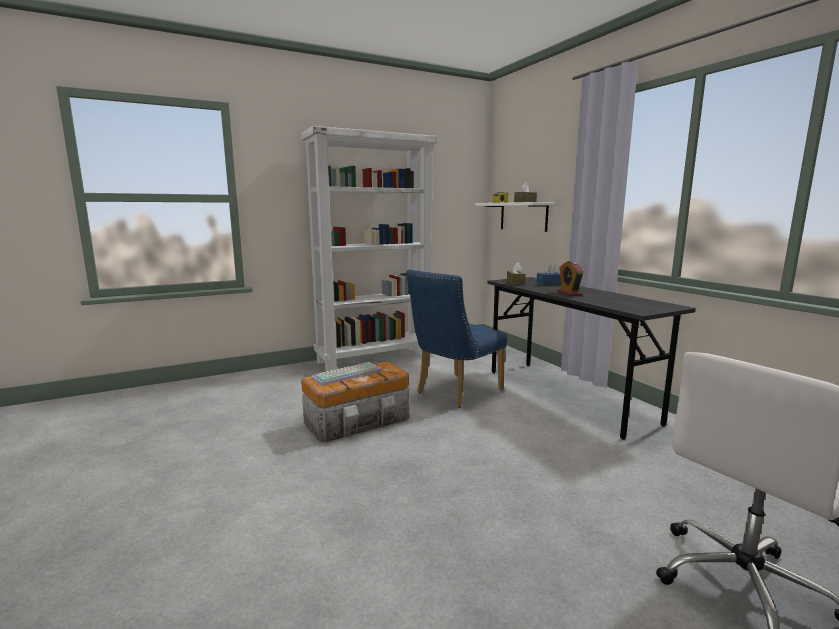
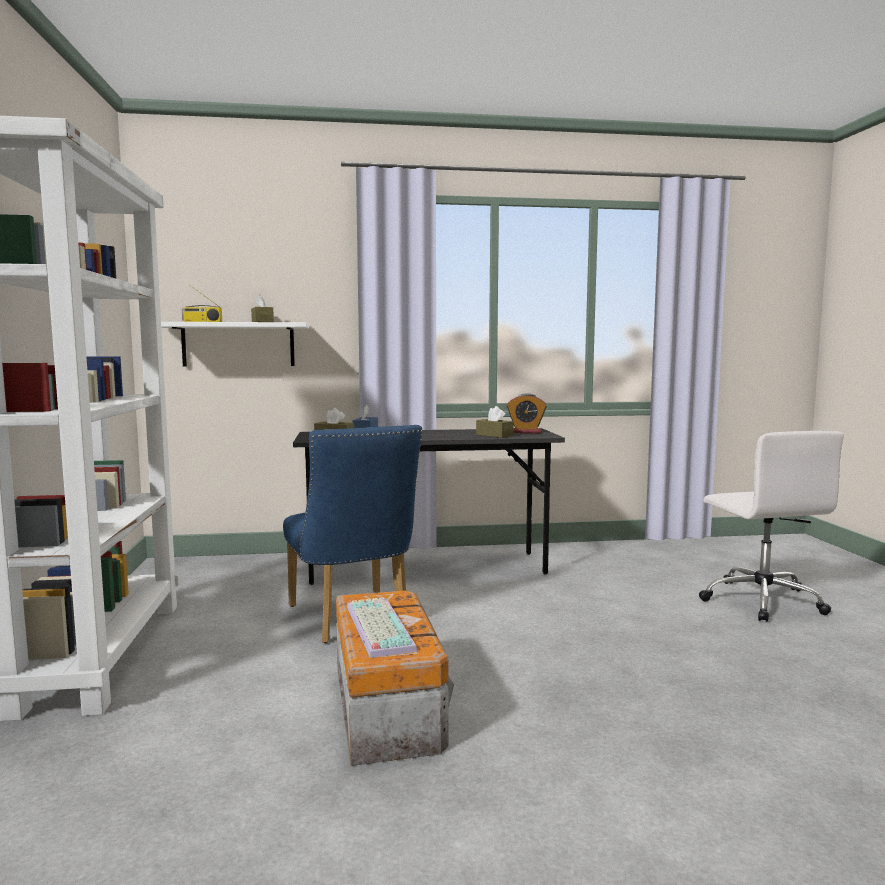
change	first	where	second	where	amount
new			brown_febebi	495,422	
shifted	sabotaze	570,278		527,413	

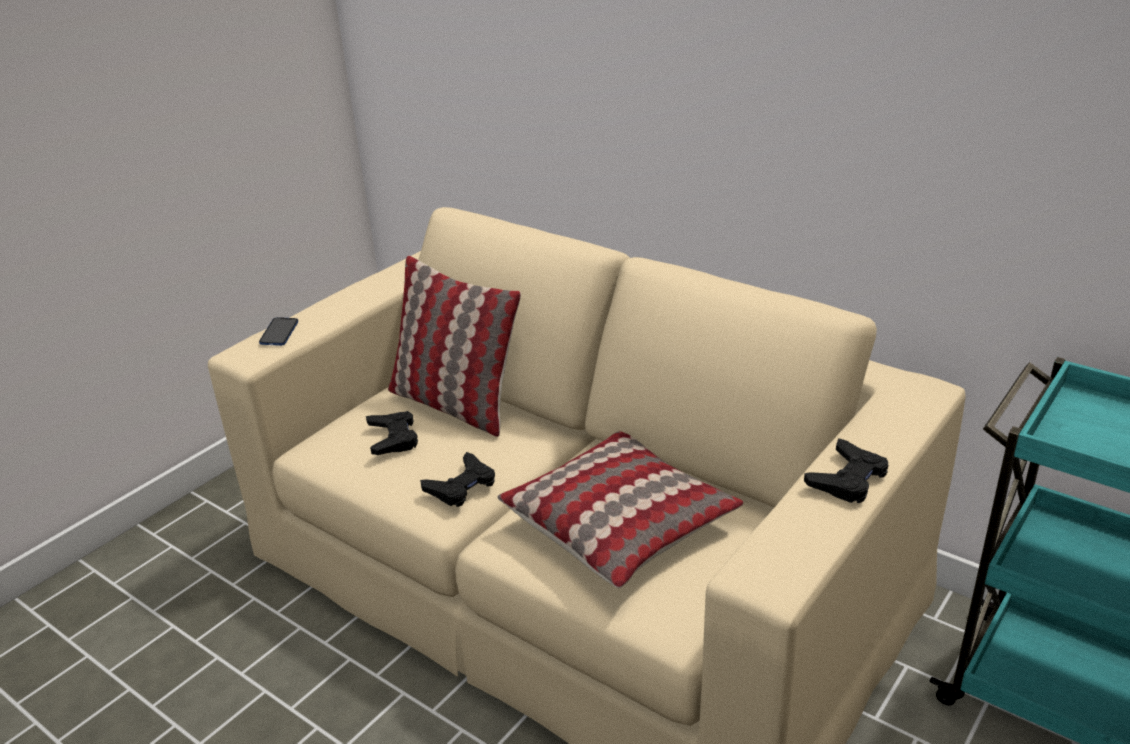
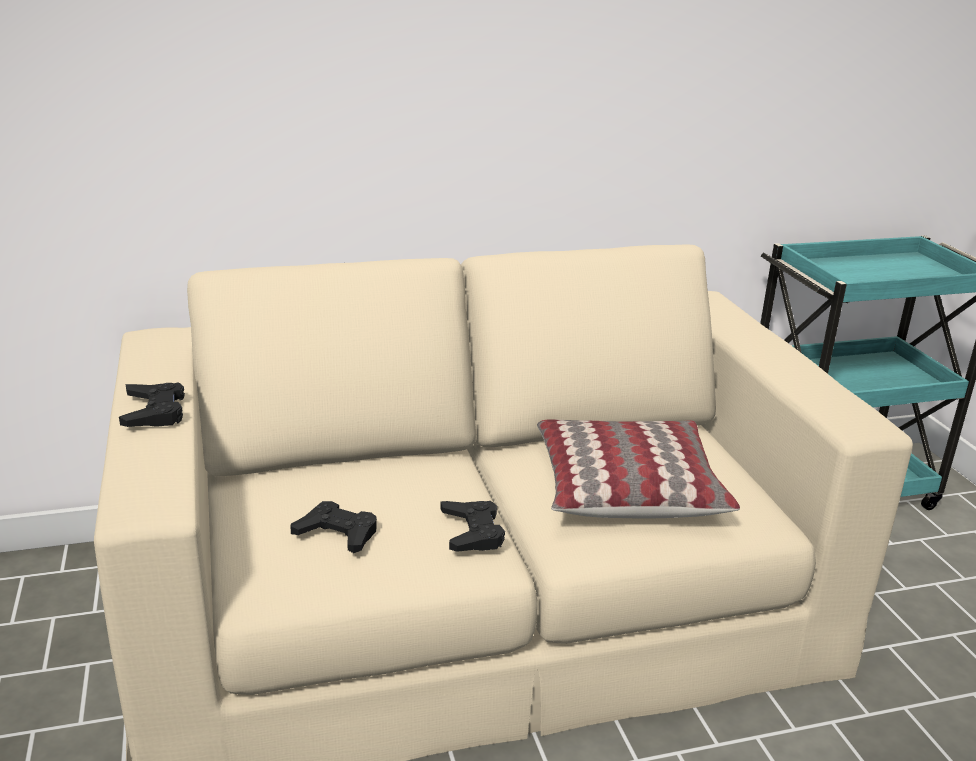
change	first	where	second	where	amount
shifted	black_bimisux	846,470		152,404	
gone	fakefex	278,331			
gone	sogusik	454,346			

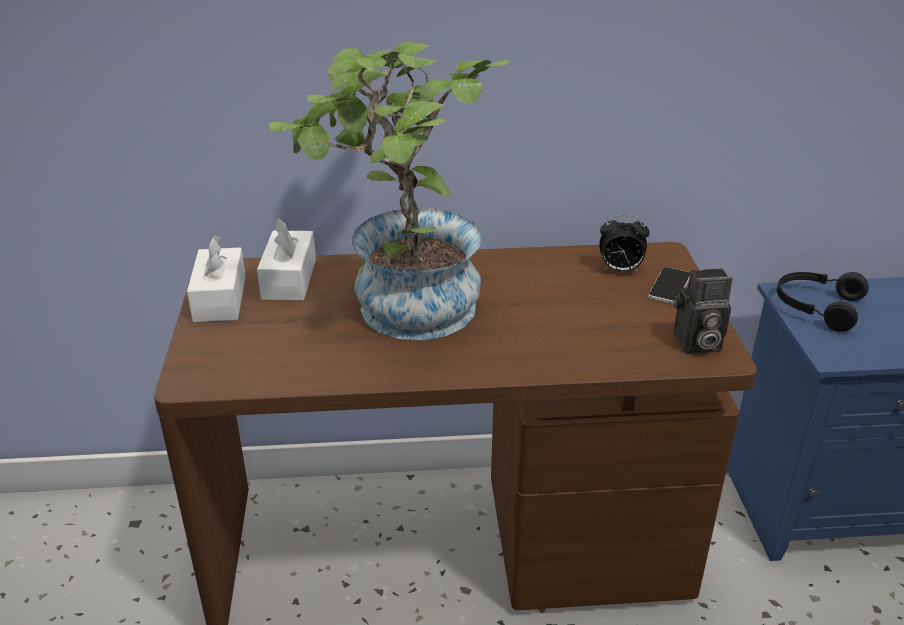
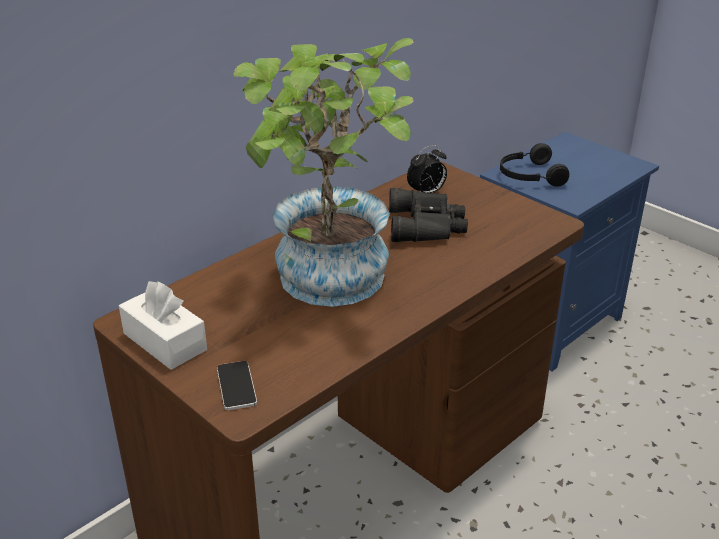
change	first	where	second	where	amount
shifted	fakefex	669,285		237,385	
new			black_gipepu	428,215	
gone	white_febebi	286,259			
gone	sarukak	703,311			

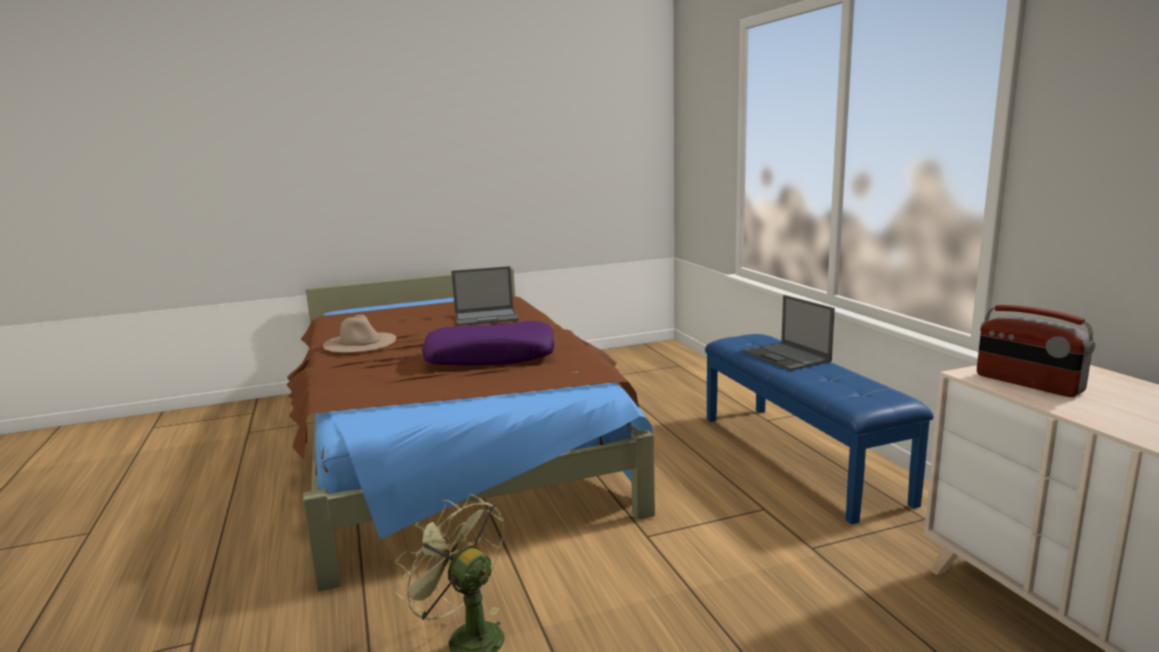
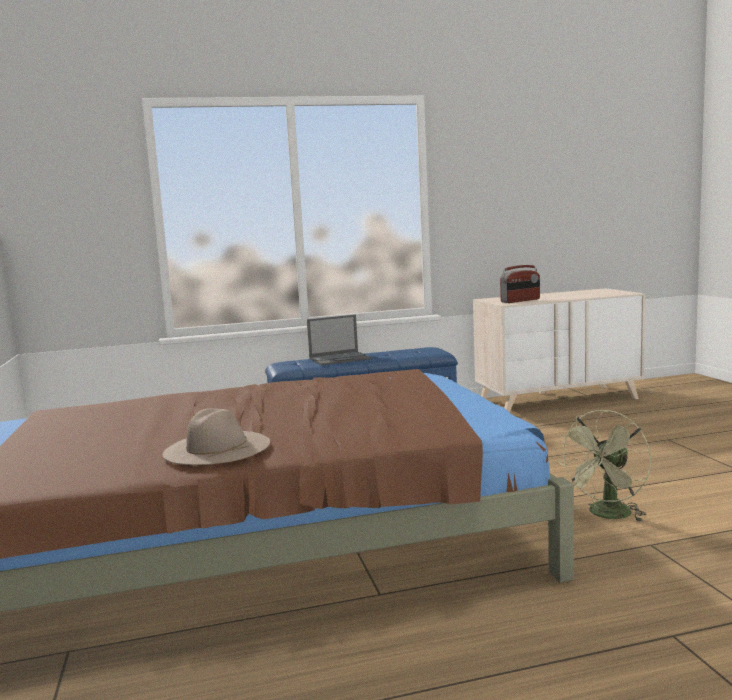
change	first	where	second	where	amount
gone	purple_sogusik	488,343			
gone	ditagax	485,296			

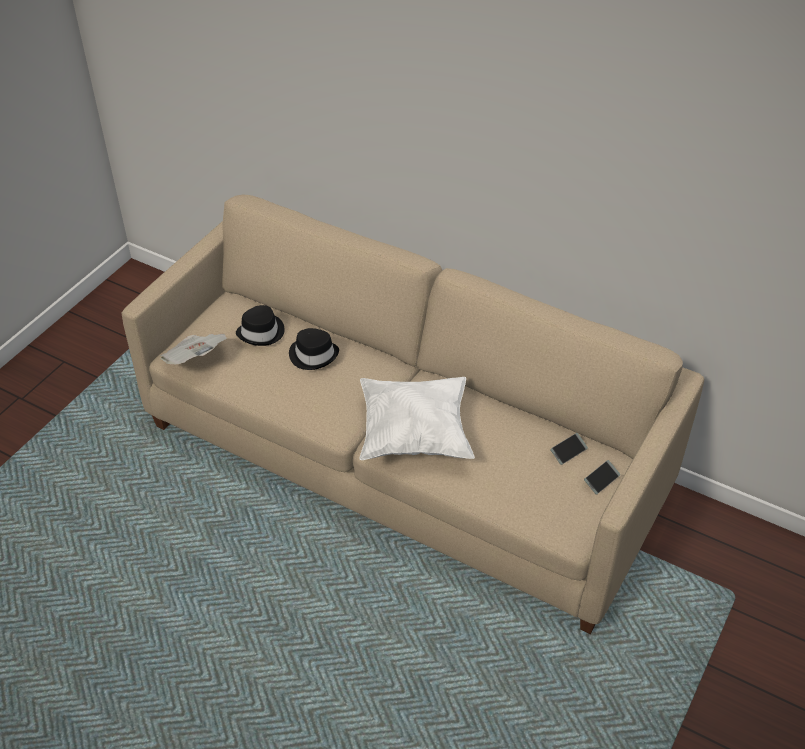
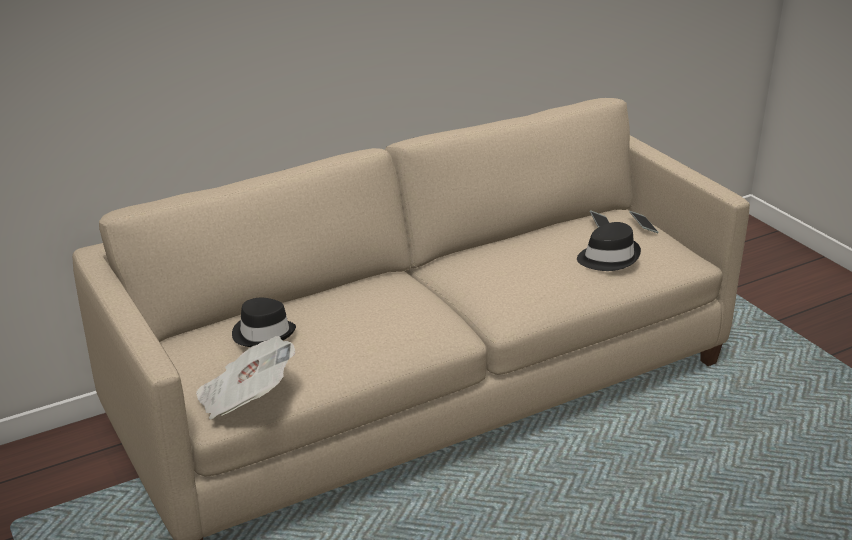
change	first	where	second	where	amount
shifted	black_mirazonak	314,349		609,246	
gone	white_sogusik	417,418			

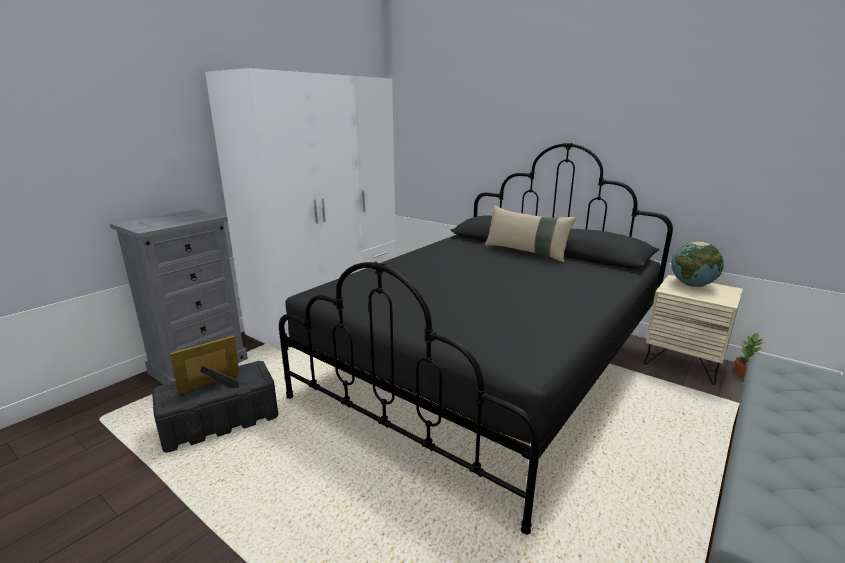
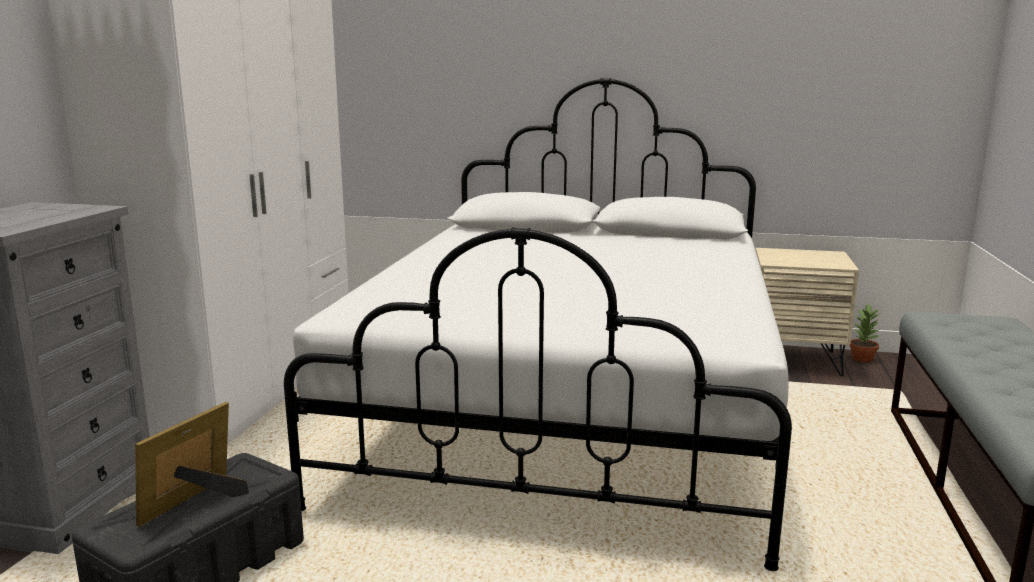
change	first	where	second	where	amount
repainted	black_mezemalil	476,338	white_mezemalil	538,324	
gone	beige_sogusik	530,233			
gone	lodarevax	697,264			

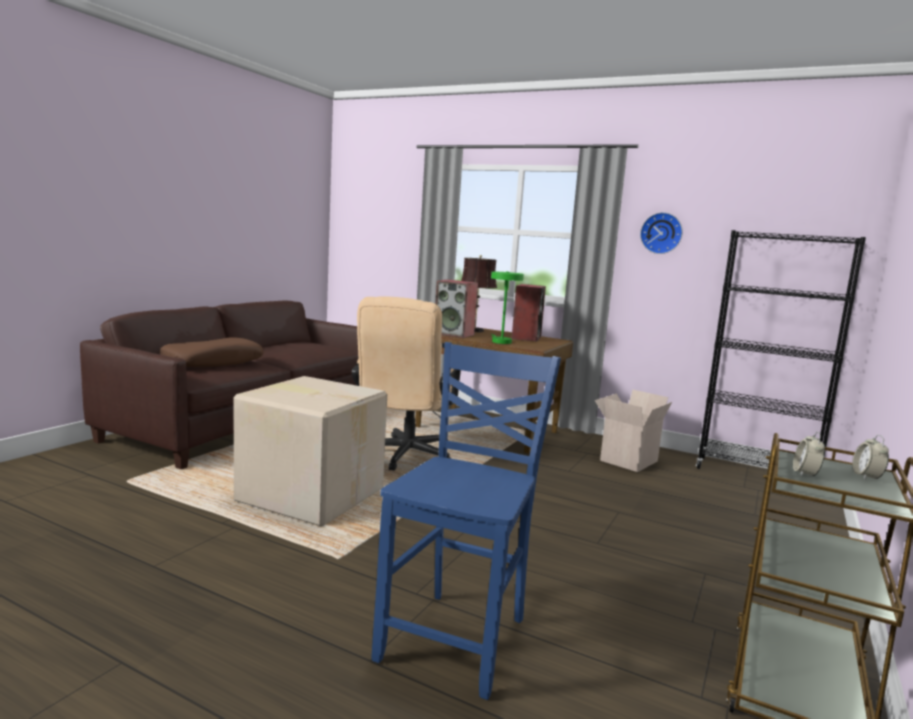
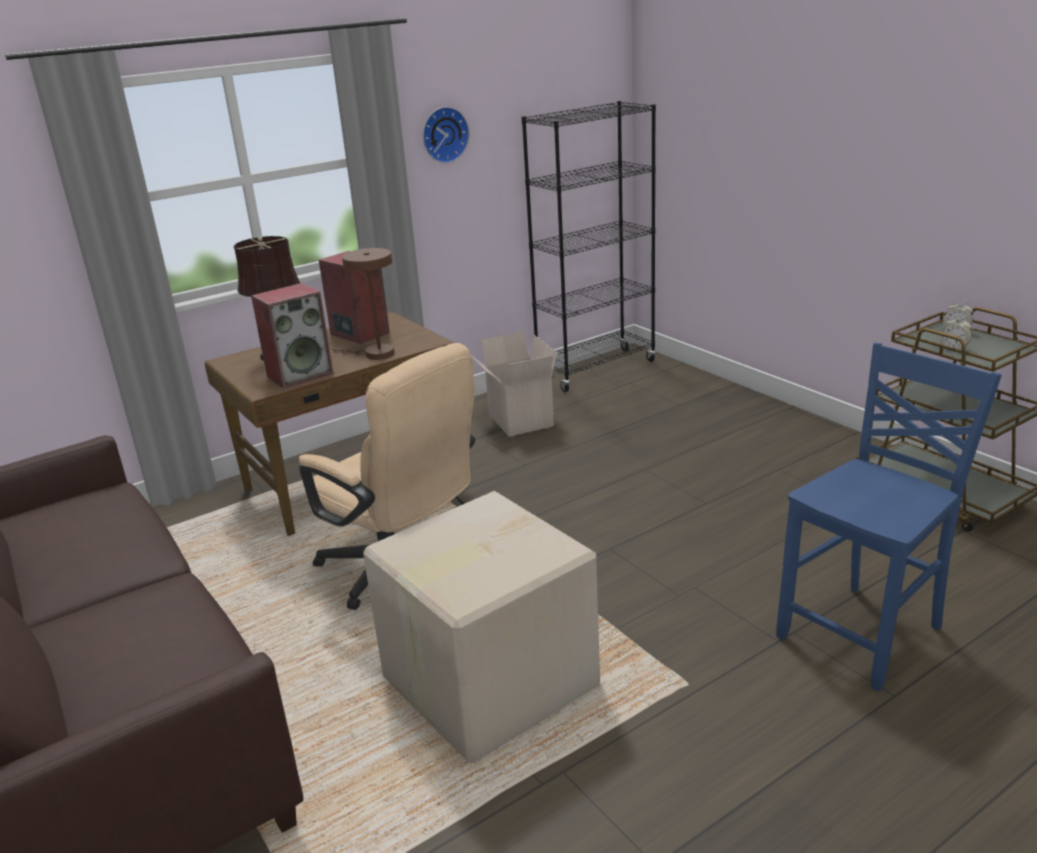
change	first	where	second	where	amount
repainted	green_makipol	507,308	brown_makipol	363,304	
rotated	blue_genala	466,521		889,517	90 degrees clockwise
gone	brown_sogusik	212,352			

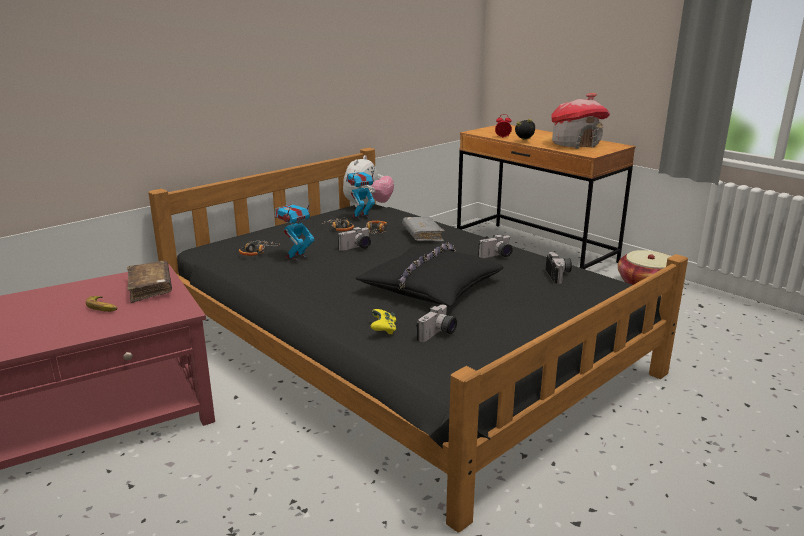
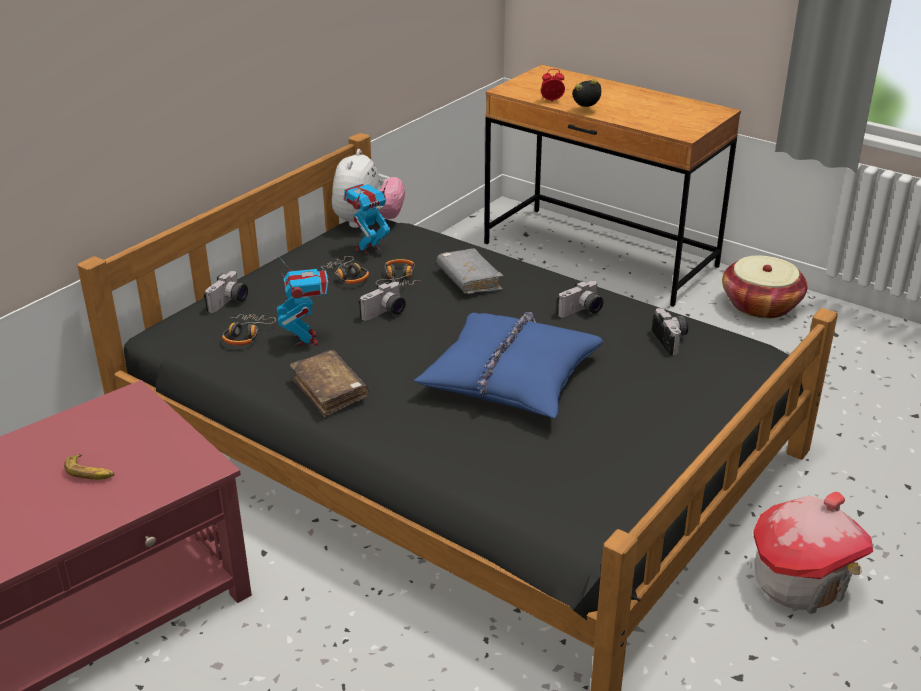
change	first	where	second	where	amount
shifted	sarukak	436,323		226,292	
rotated	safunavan	294,230		302,301	135 degrees clockwise
shifted	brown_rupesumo	149,282		329,383	
repainted	black_sogusik	429,274	blue_sogusik	508,365	
shifted	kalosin	580,121		813,553	
gone	yellow_bimisux	383,322			

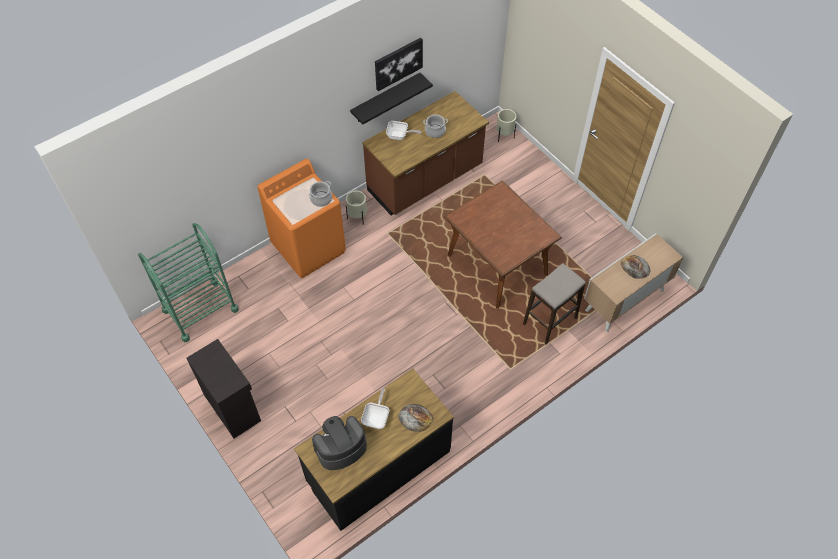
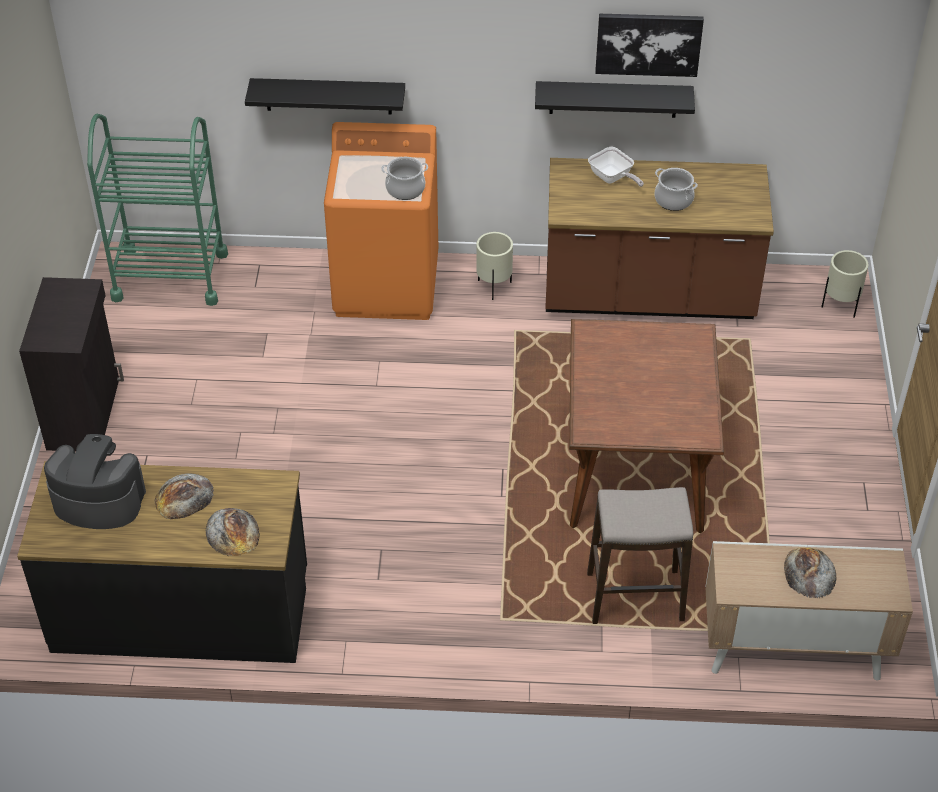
change	first	where	second	where	amount
swapped	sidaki	375,408	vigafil	184,496	
new			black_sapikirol	325,96	

